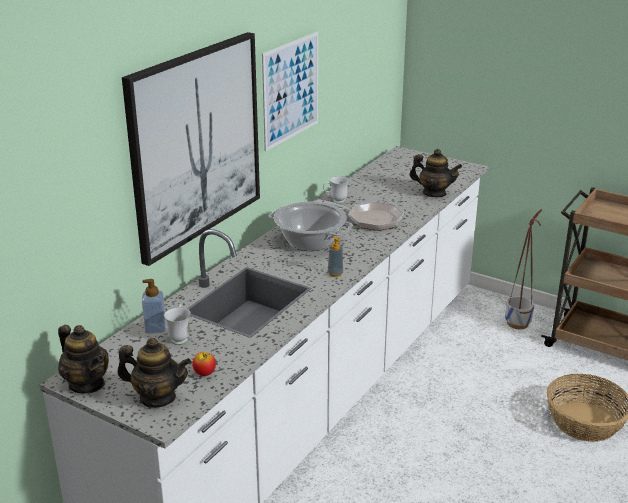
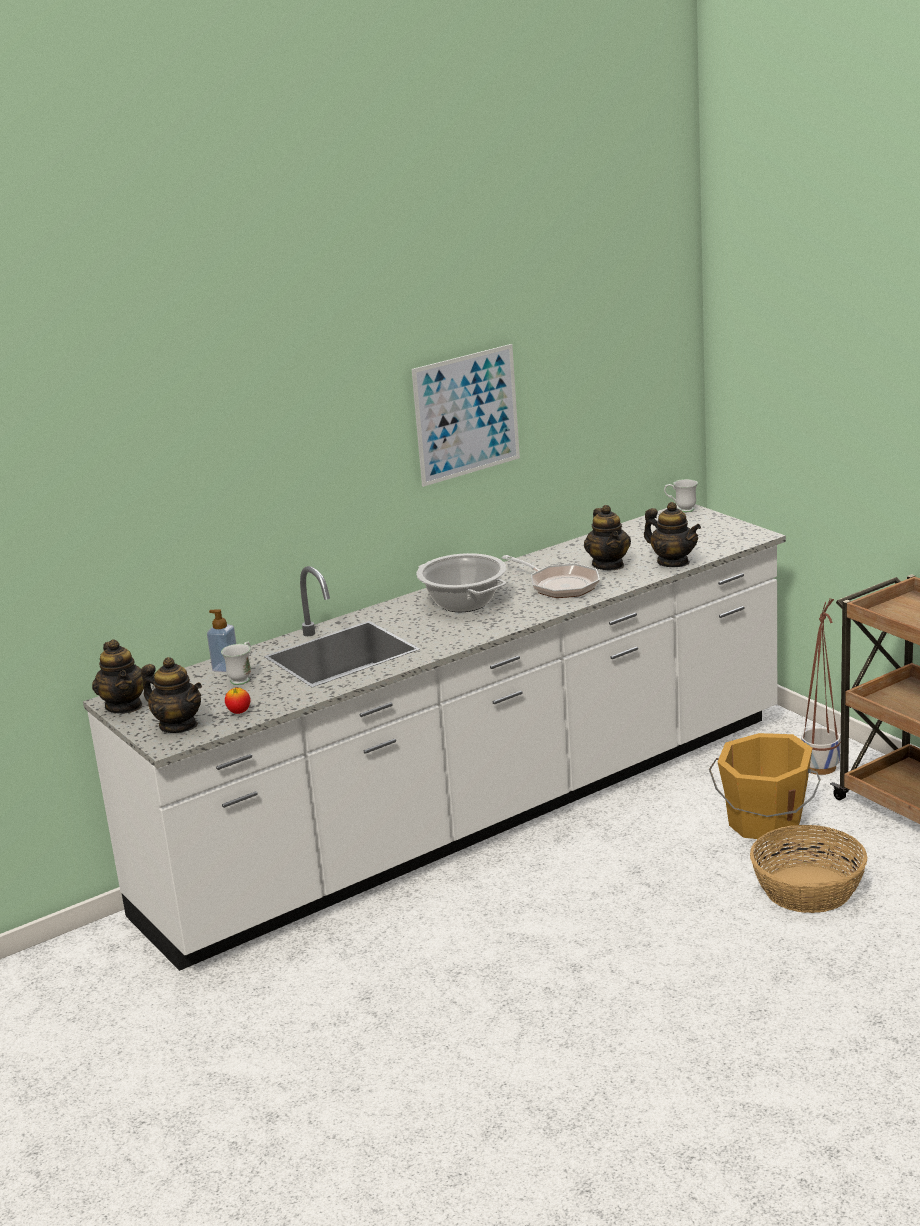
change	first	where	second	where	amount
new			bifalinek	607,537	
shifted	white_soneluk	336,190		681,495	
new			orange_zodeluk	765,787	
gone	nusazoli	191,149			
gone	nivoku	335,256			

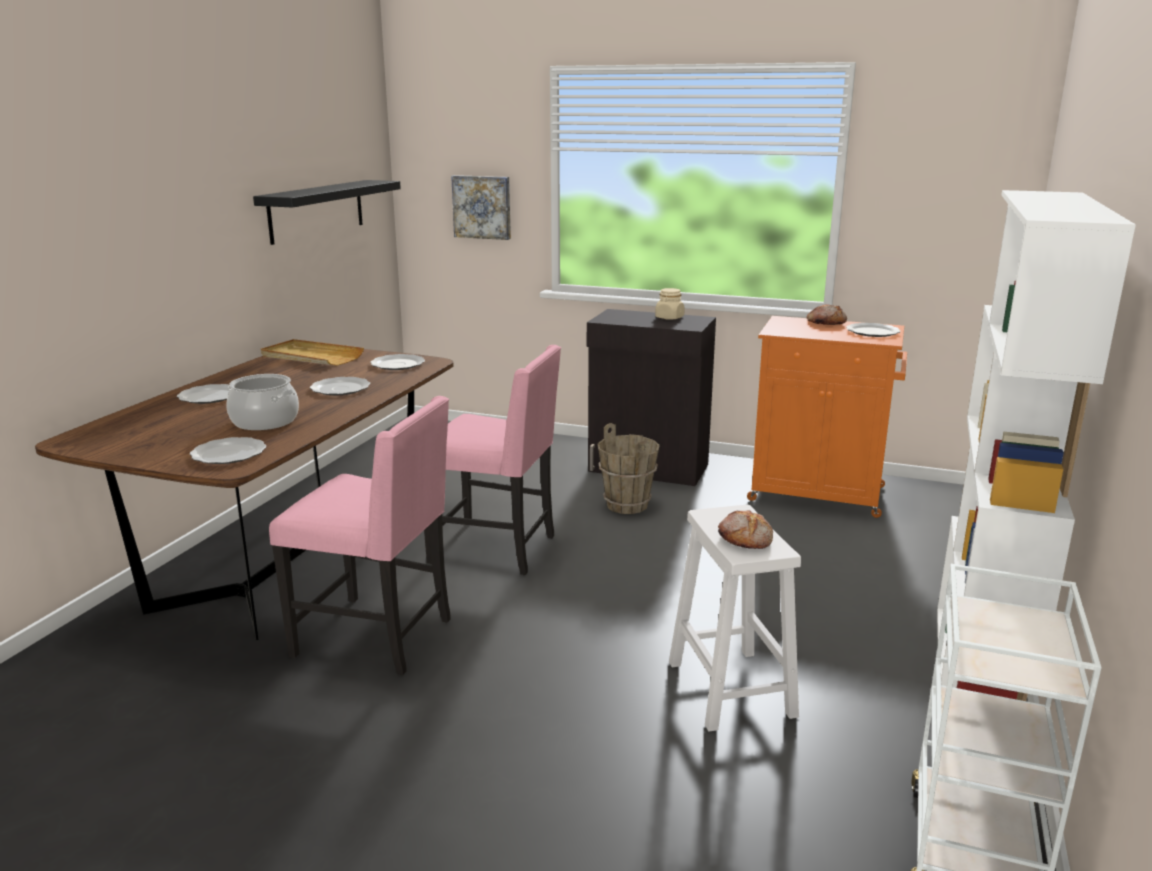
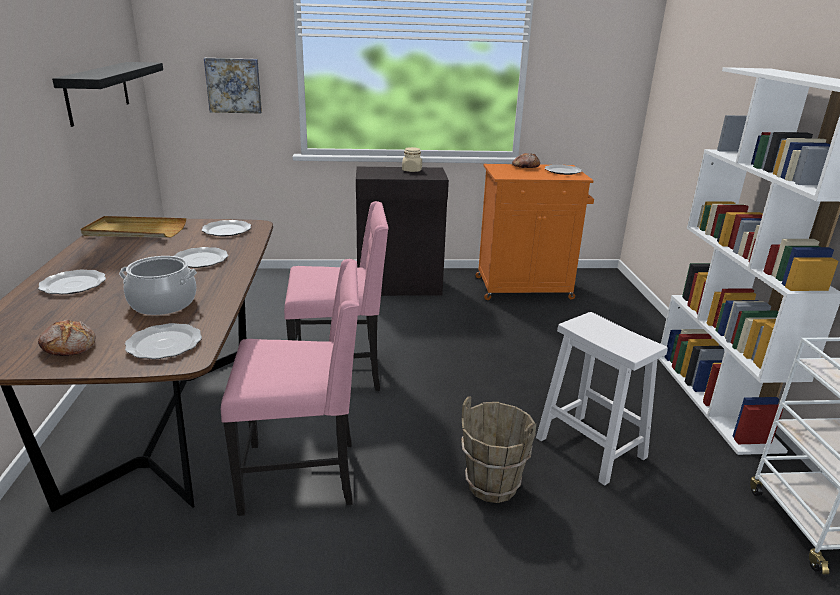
change	first	where	second	where	amount
shifted	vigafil	745,529		66,337	
shifted	brown_zodeluk	629,468		498,449	

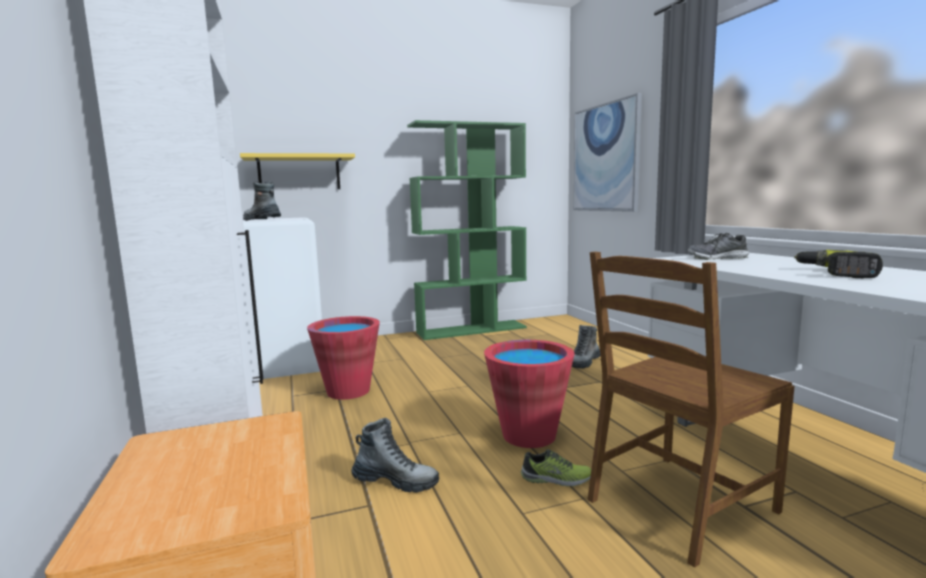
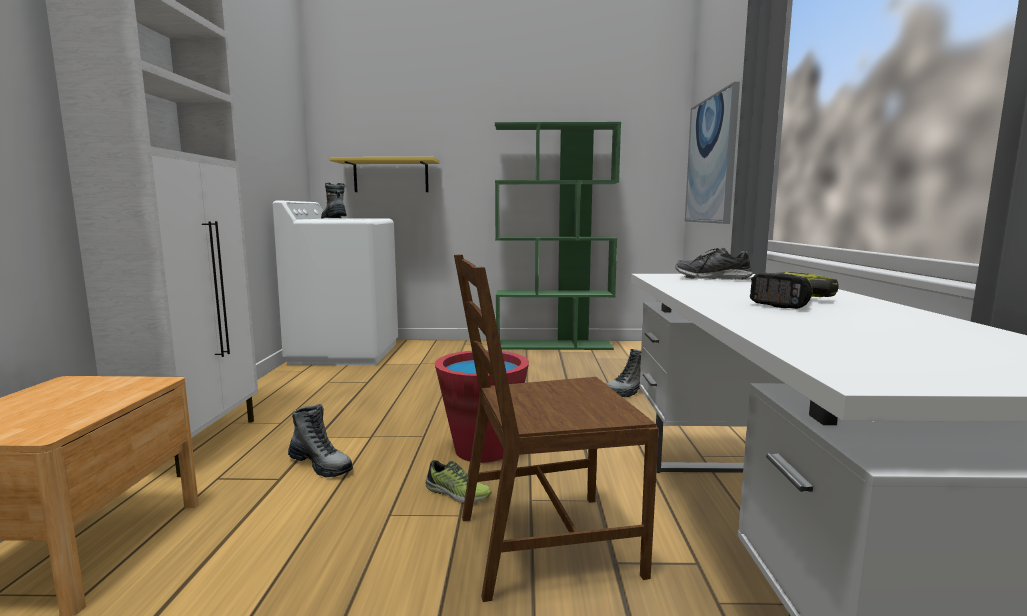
change	first	where	second	where	amount
gone	red_zodeluk	343,358			

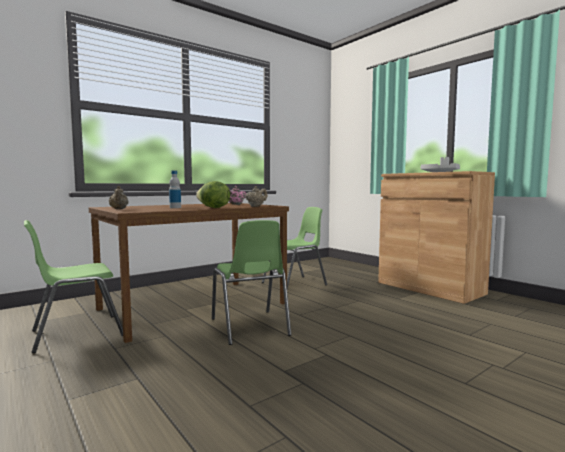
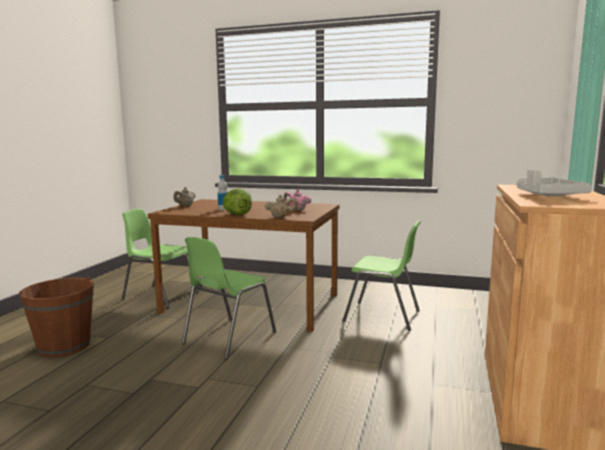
change	first	where	second	where	amount
new			brown_zodeluk	56,317	

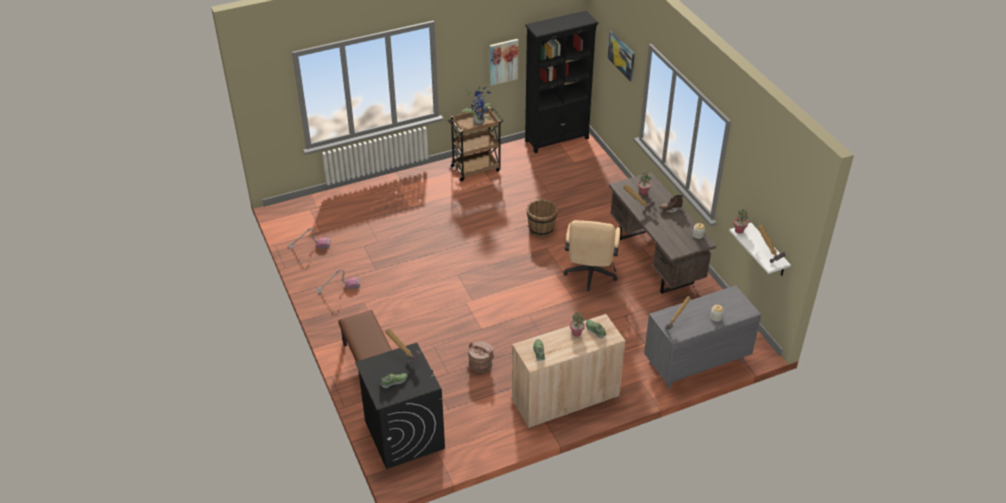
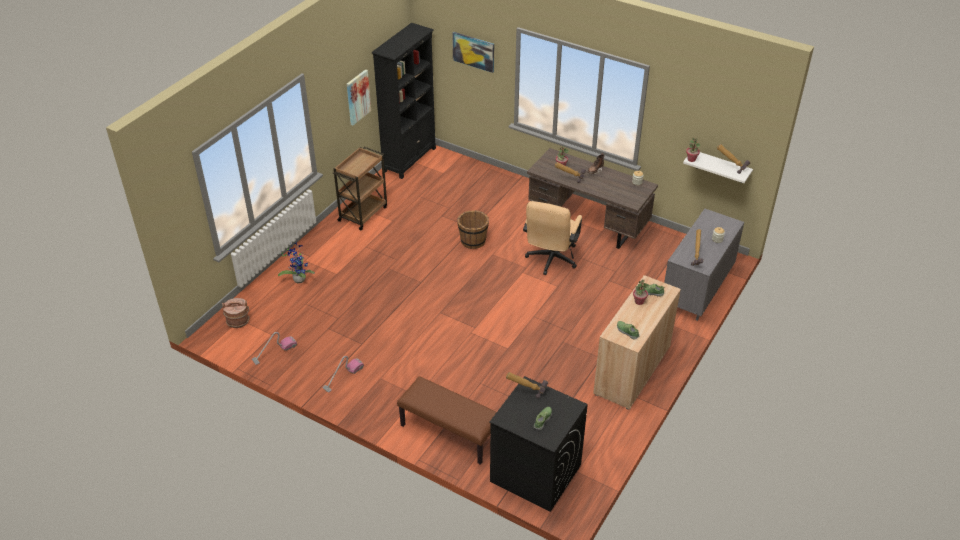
change	first	where	second	where	amount
shifted	brown_zodeluk	481,357		235,313	
shifted	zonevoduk	476,105		296,263	
rotated	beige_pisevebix	592,255		552,238	45 degrees clockwise

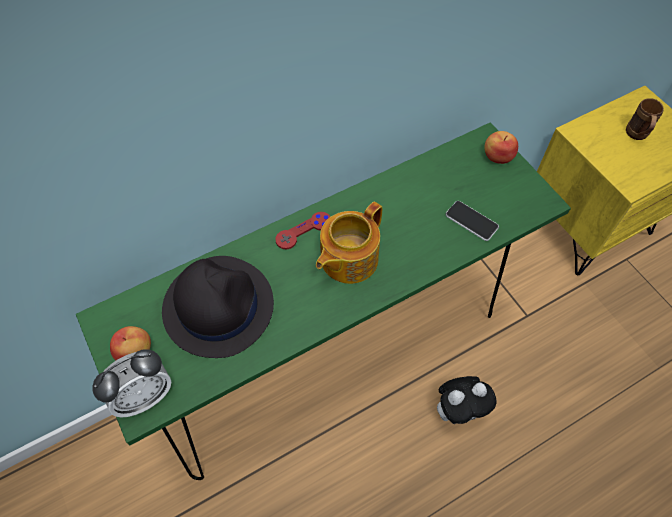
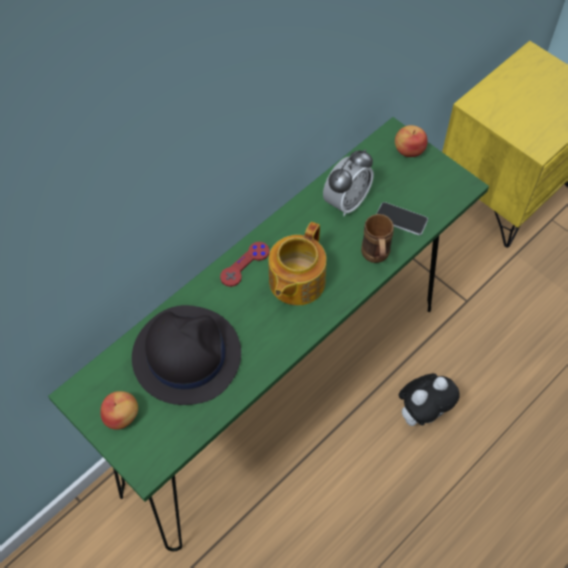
change	first	where	second	where	amount
shifted	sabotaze	132,383		348,183	
shifted	brown_soneluk	645,119		377,238	

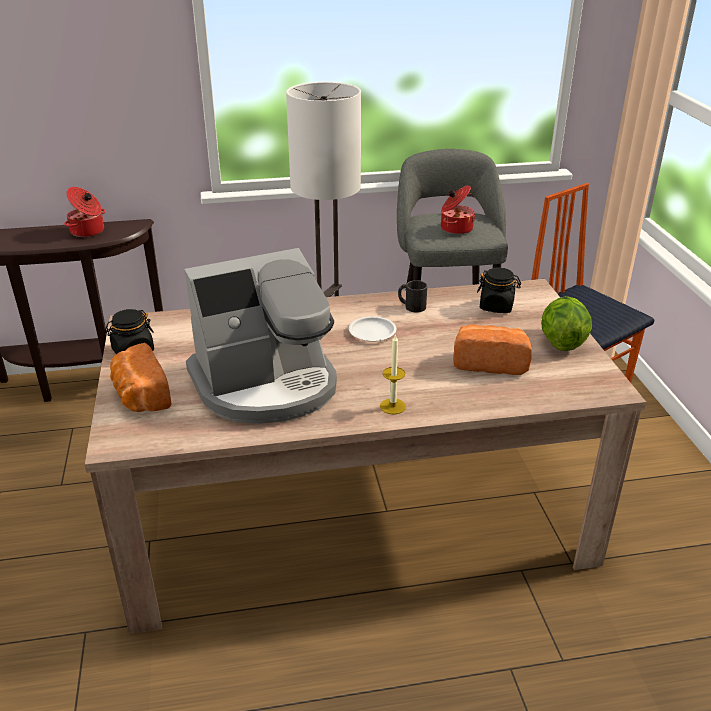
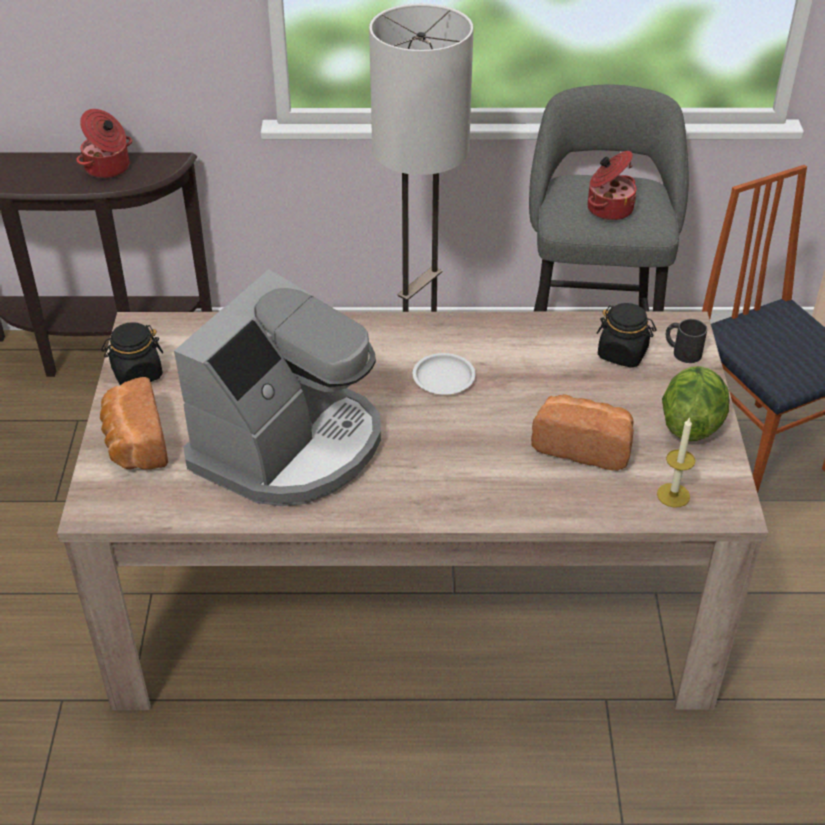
change	first	where	second	where	amount
rotated	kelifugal	260,336		277,387	45 degrees counterclockwise
shifted	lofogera	393,374		676,462	
shifted	black_soneluk	412,296		686,341	

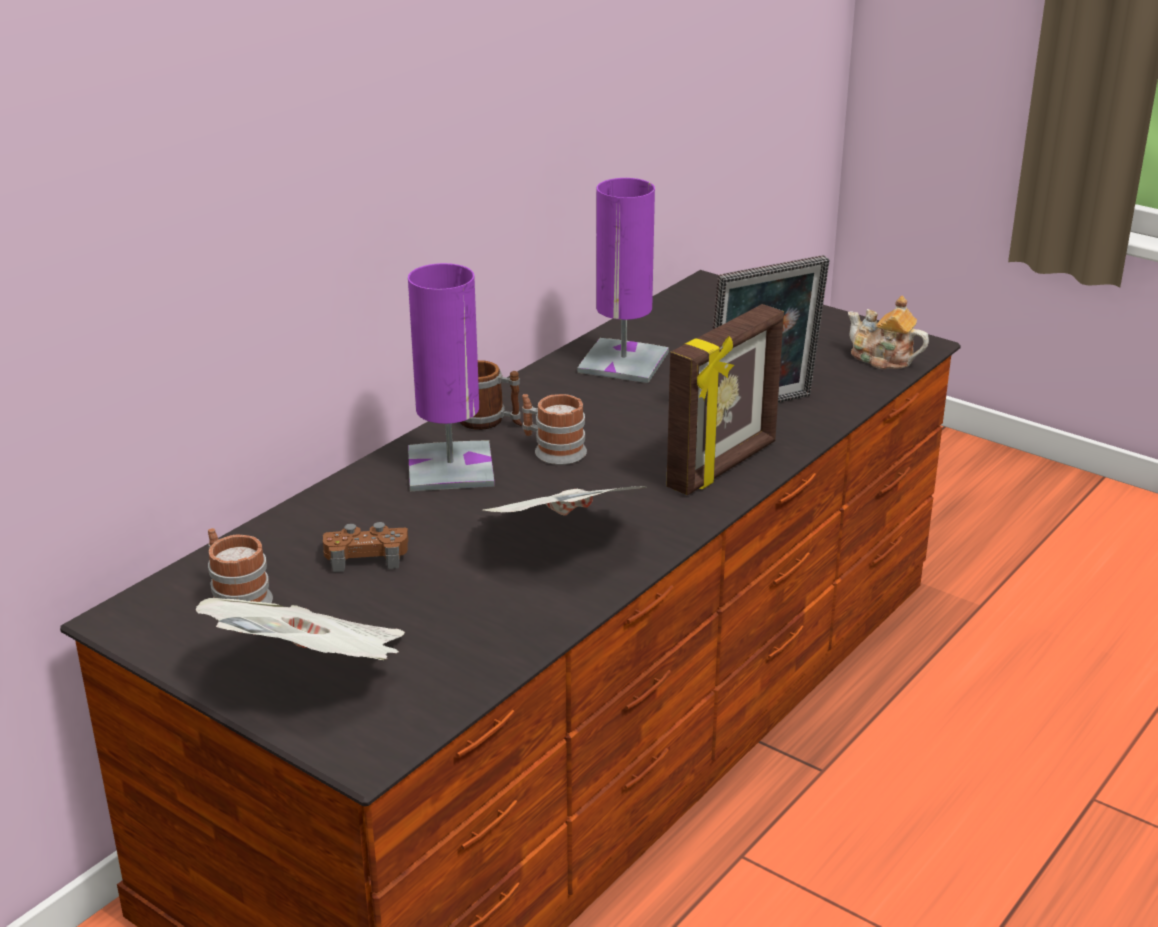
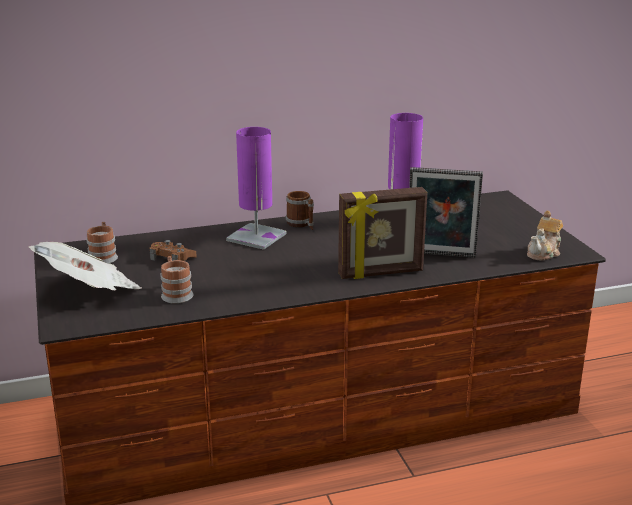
change	first	where	second	where	amount
shifted	soneluk	554,429		177,280	
rotated	bifalinek	888,332		545,236	120 degrees counterclockwise
gone	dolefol	564,501			

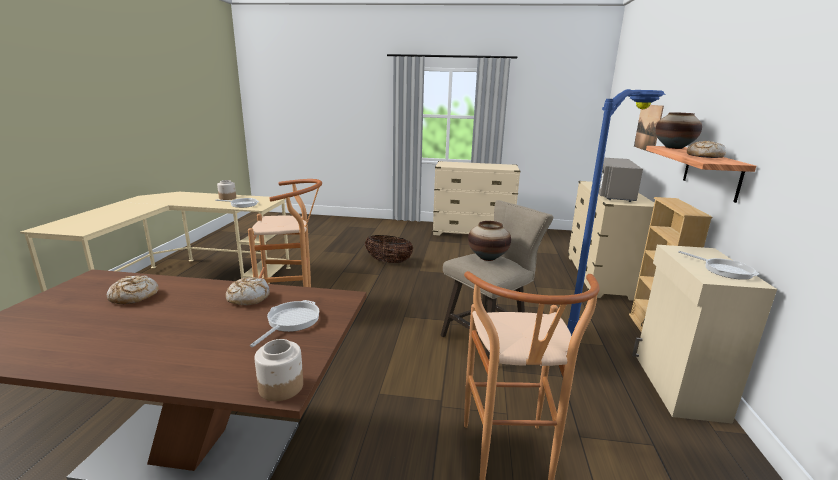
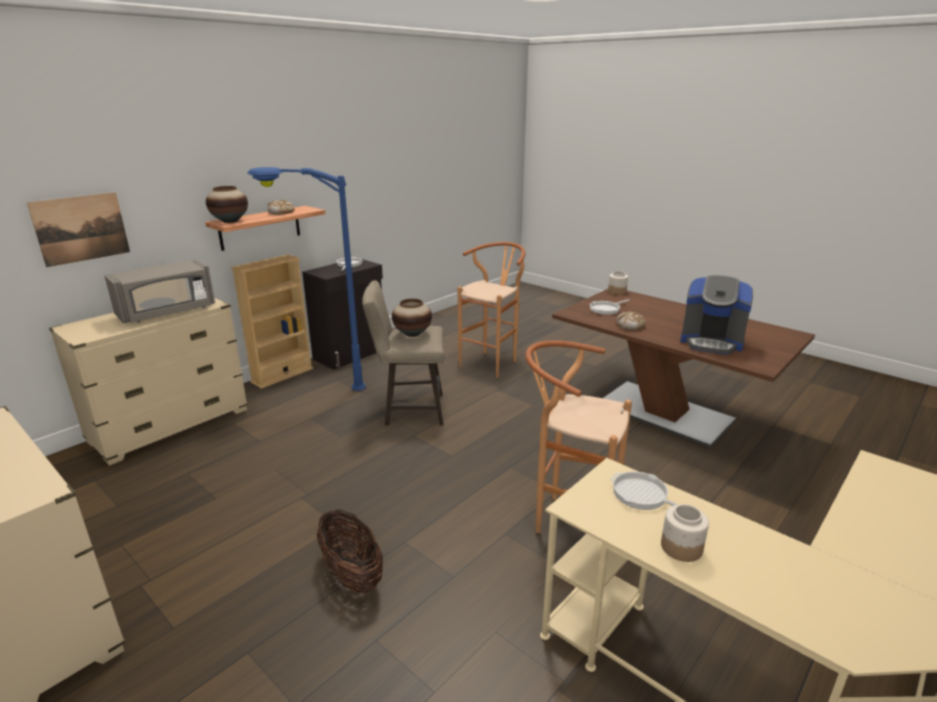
change	first	where	second	where	amount
repainted	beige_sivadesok	704,334	black_sivadesok	342,314	
swapped	vigafil	133,289	kelifugal	716,315	

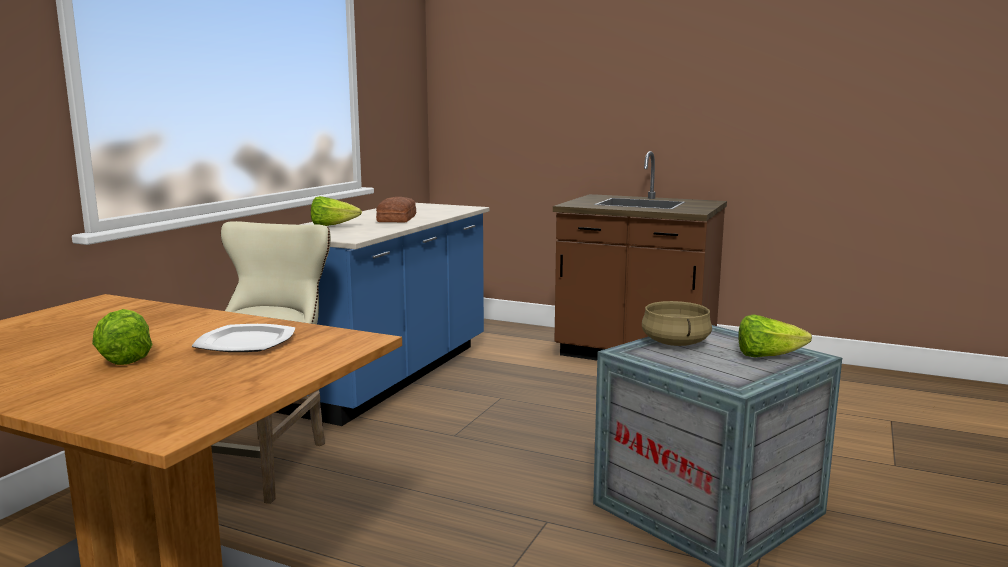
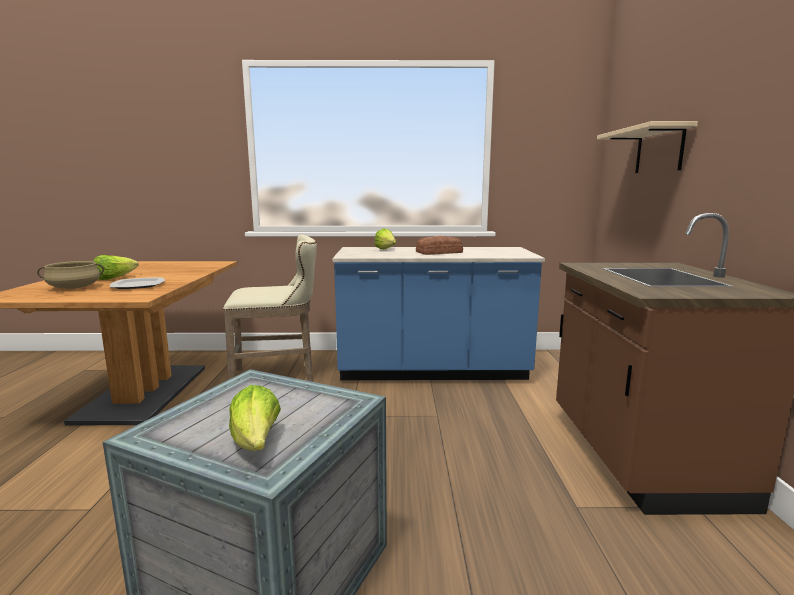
change	first	where	second	where	amount
shifted	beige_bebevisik	677,323		70,275	
new			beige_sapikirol	647,147	

